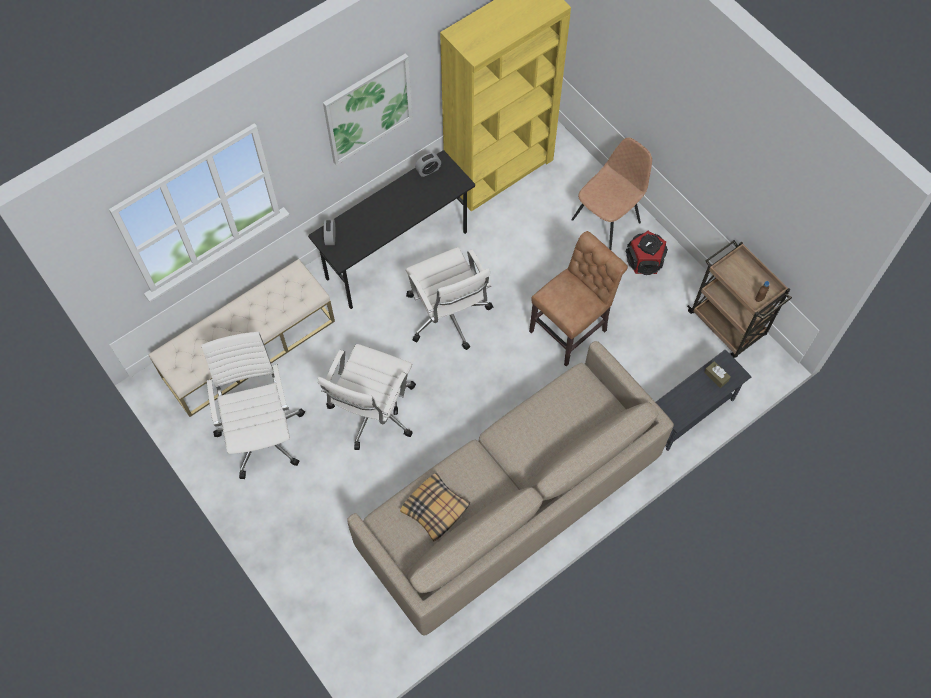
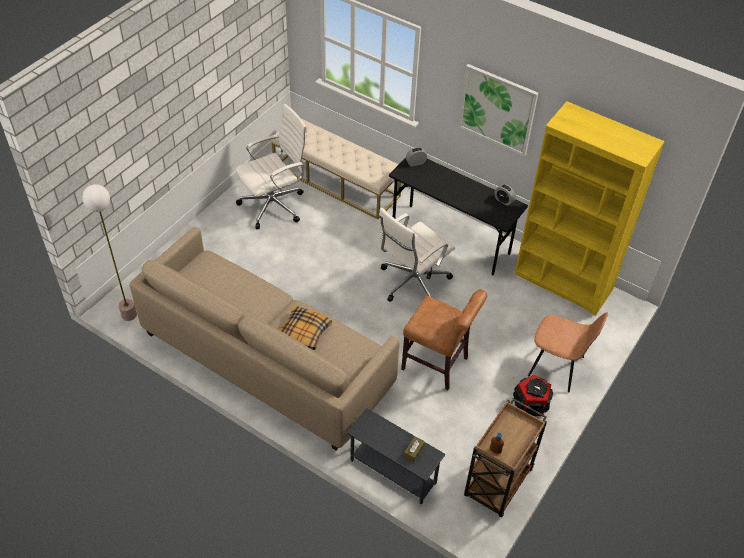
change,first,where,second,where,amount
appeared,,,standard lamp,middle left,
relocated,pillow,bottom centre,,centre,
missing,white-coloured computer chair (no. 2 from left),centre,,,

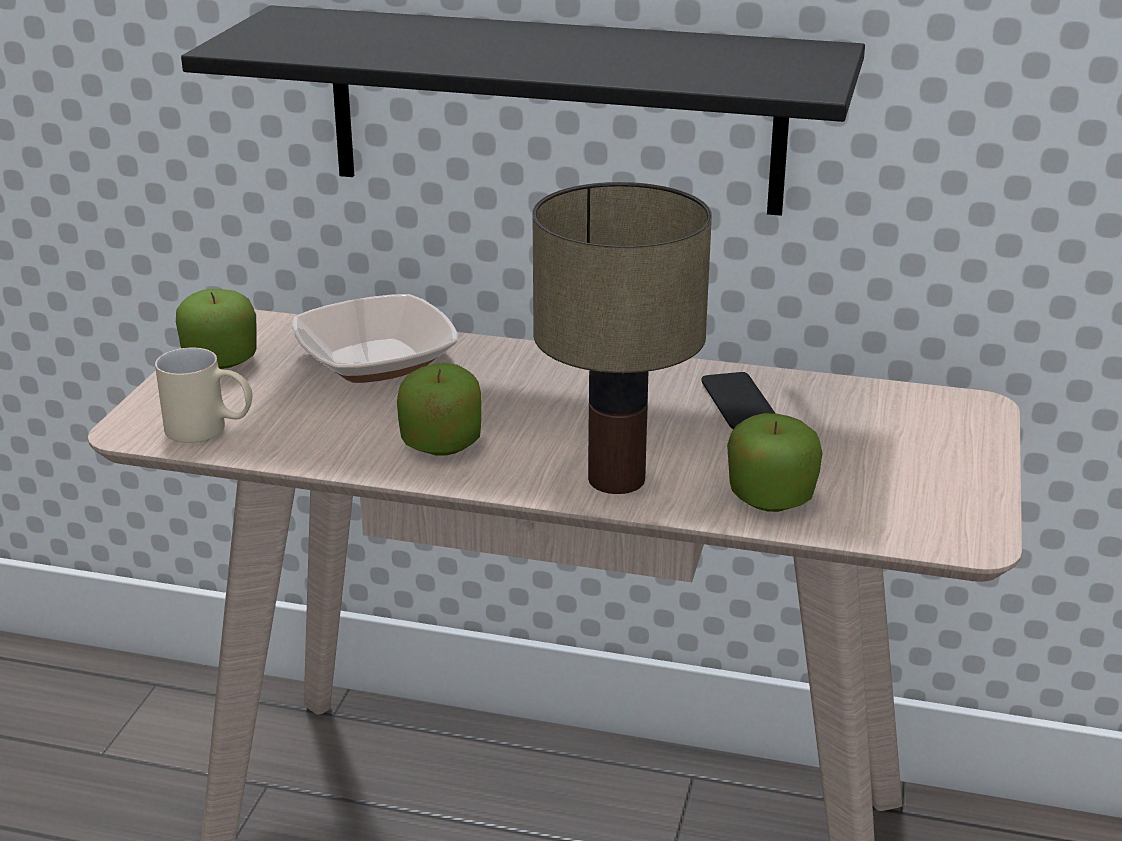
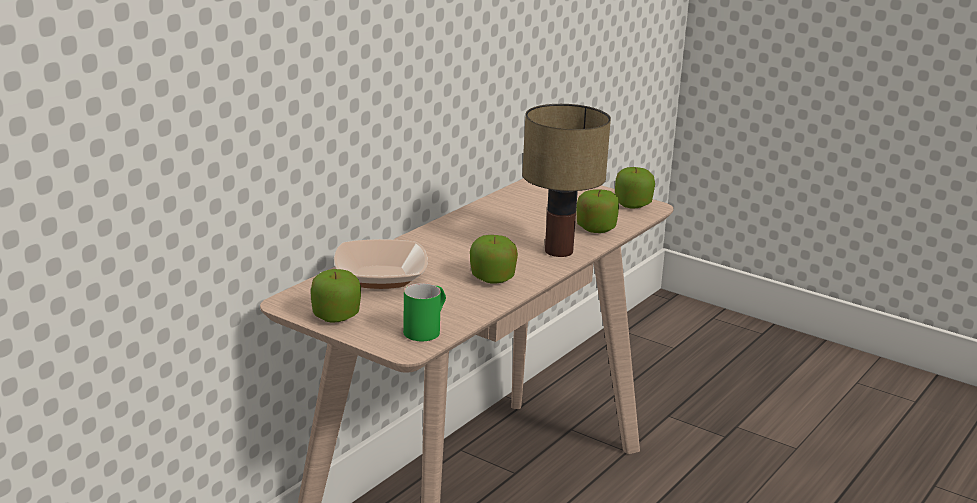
change,first,where,second,where,amount
colour,sand-coloured mug,middle left,greenish mug,centre,
appeared,,,apple fruit (no. 4 from left),centre,
missing,black bracket shelf,top centre,,,
missing,telephone,centre,,,

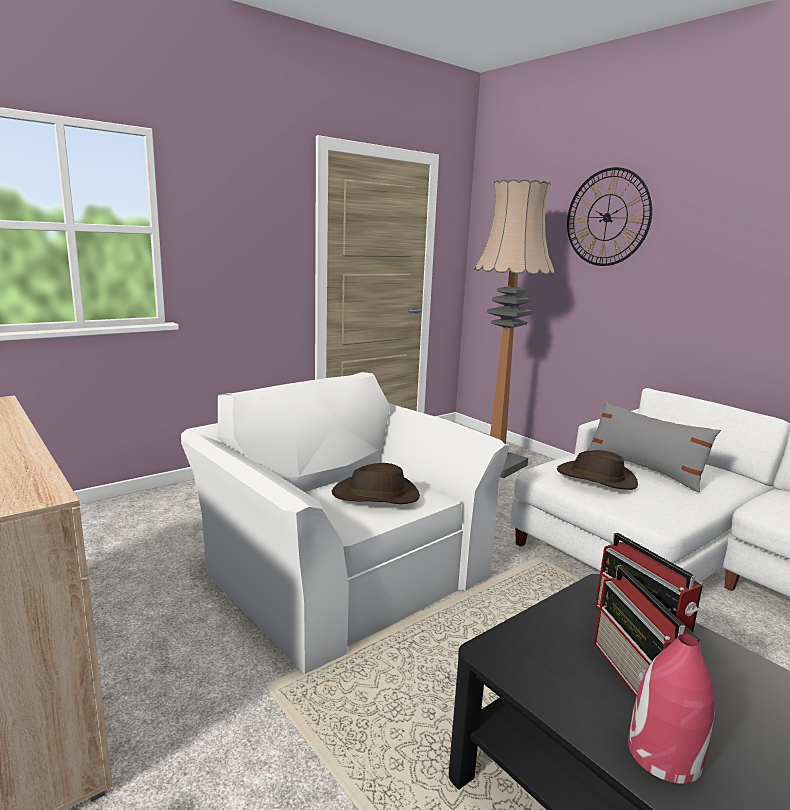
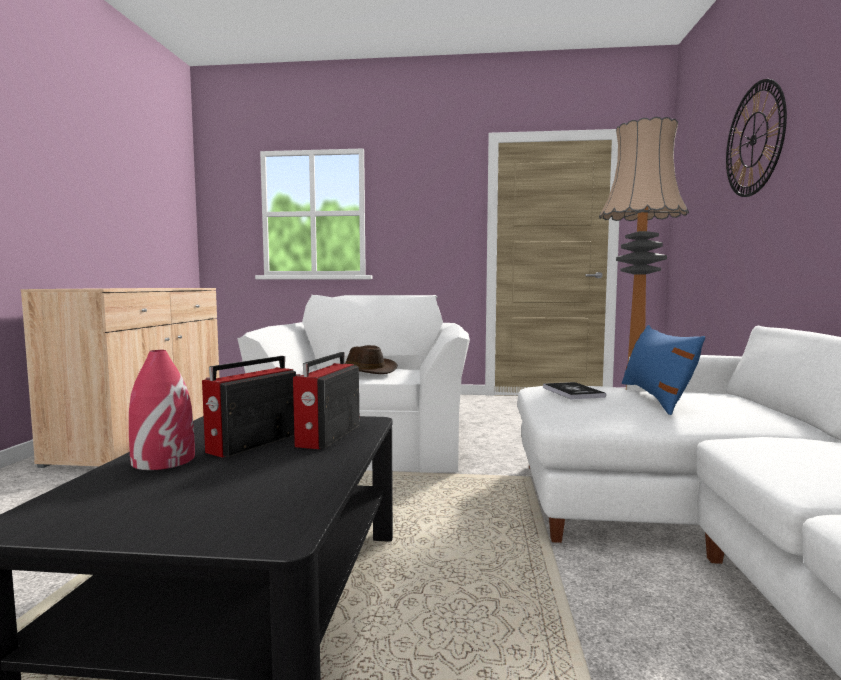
change,first,where,second,where,amount
exchanged,brownish clothing hat (no. 2 from left),middle right,volume,middle right,
colour,greyish pillow,middle right,blue pillow,middle right,

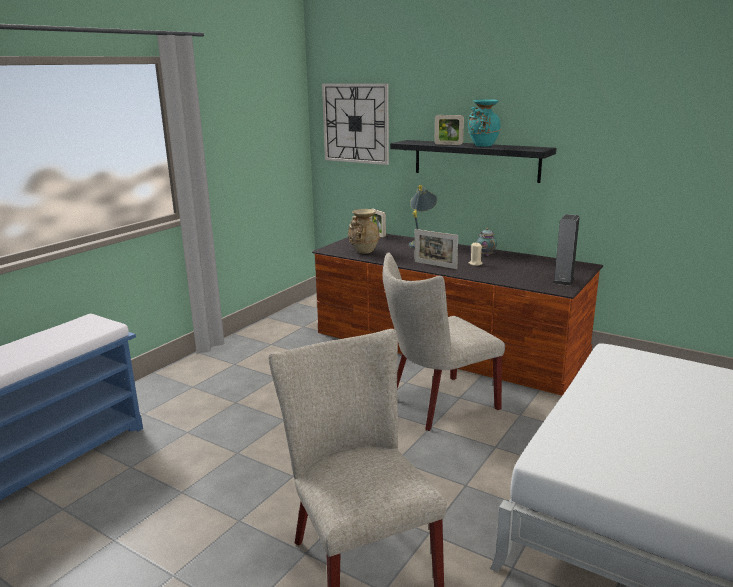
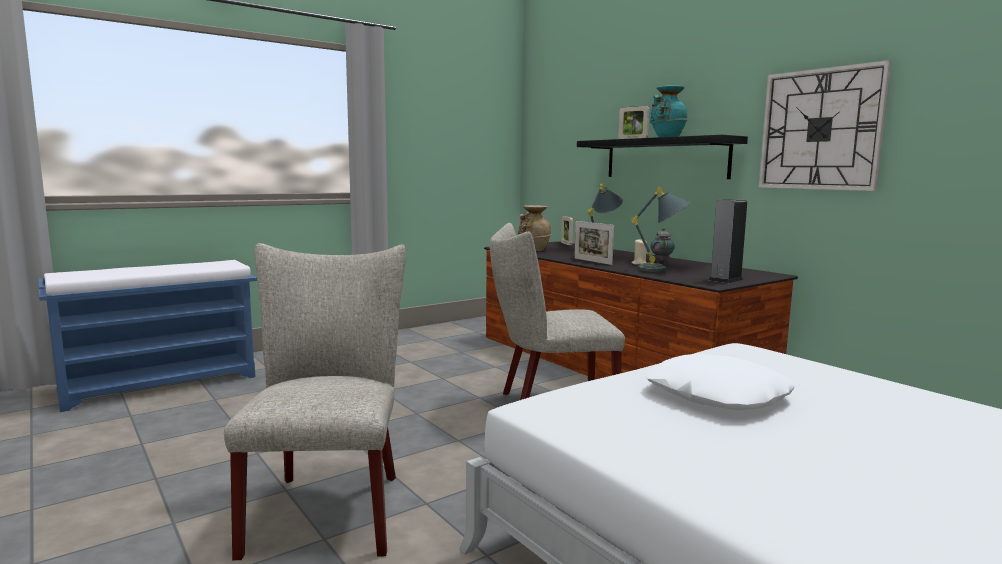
change,first,where,second,where,amount
appeared,,,greyish tabletop lamp (no. 2 from left),centre,
appeared,,,white-coloured pillow,bottom right,
relocated,wall clock,top centre,,top right,

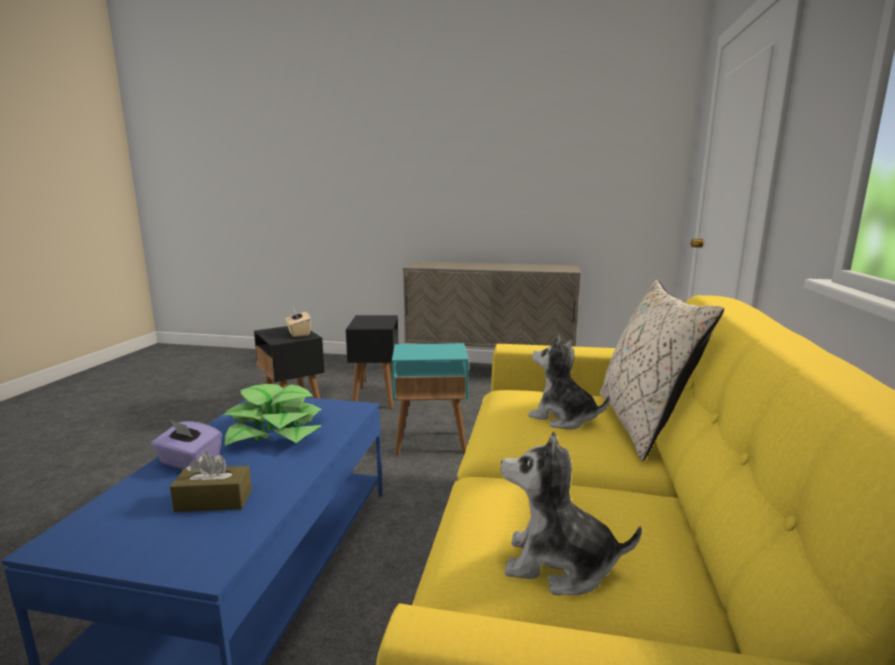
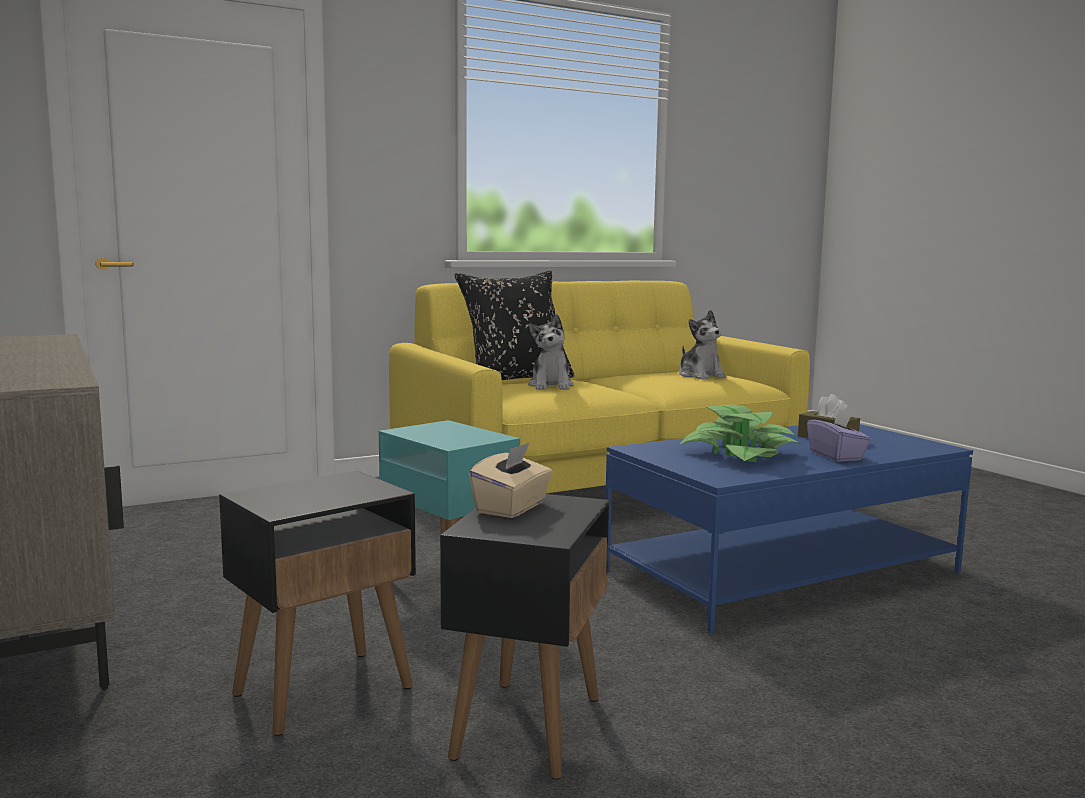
change,first,where,second,where,amount
colour,sand-coloured pillow,middle right,black pillow,centre,

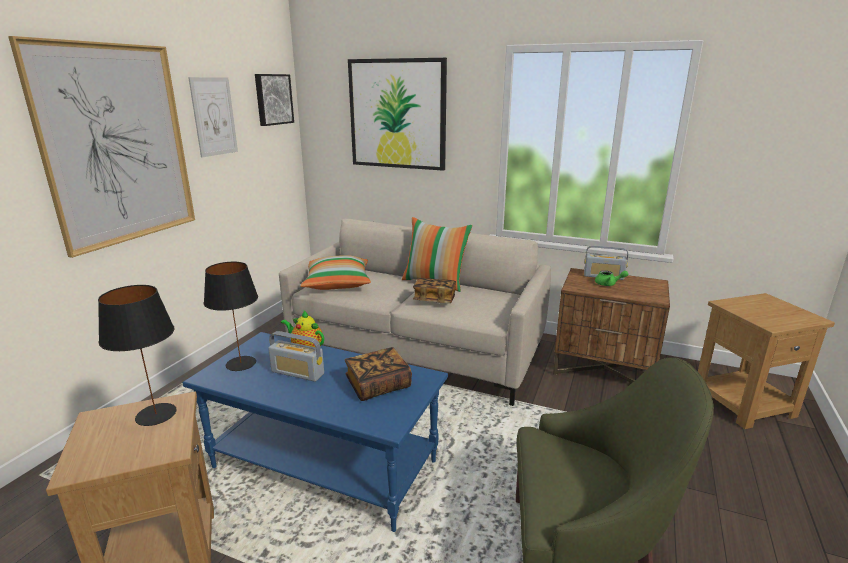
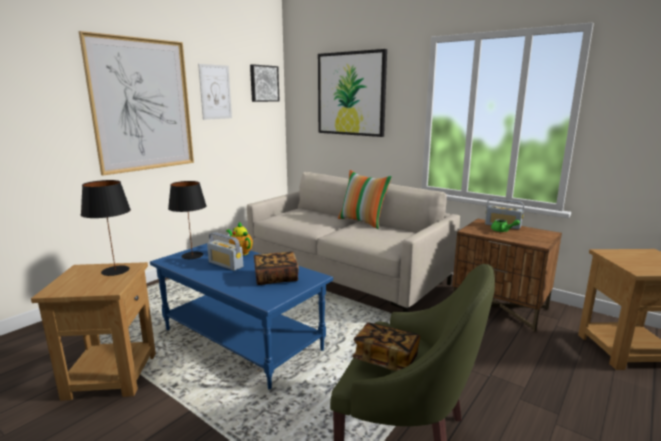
change,first,where,second,where,amount
relocated,volume (no. 2 from left),centre,,bottom centre,
missing,pillow (no. 1 from left),centre,,,

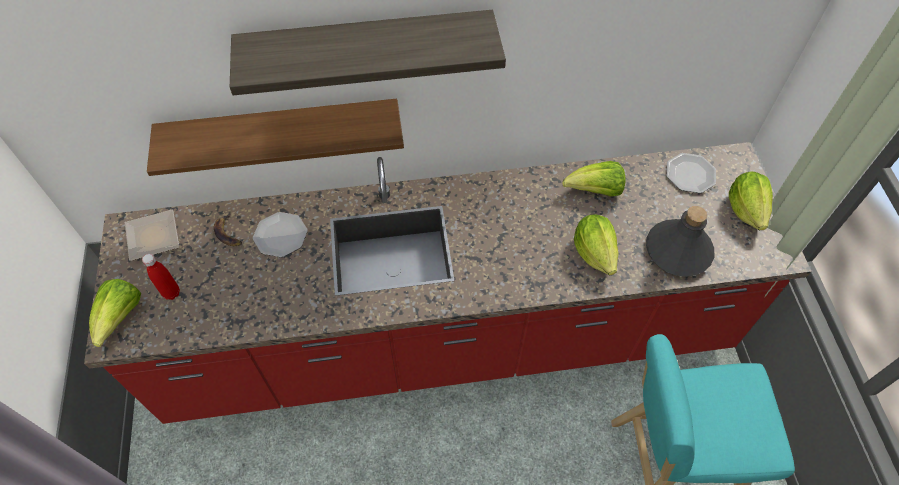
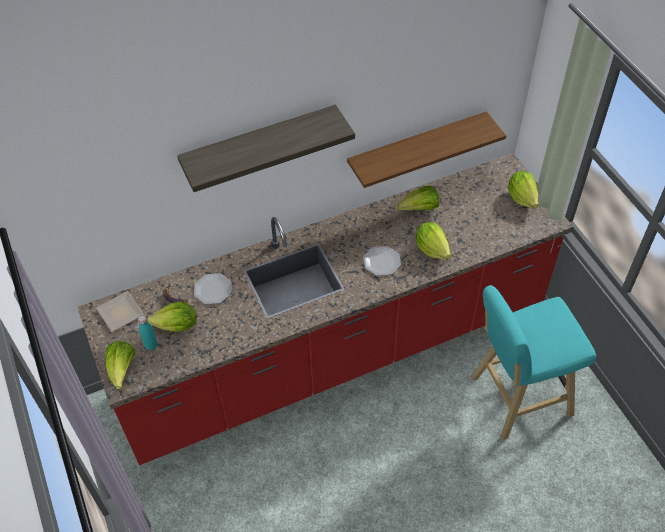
change,first,where,second,where,amount
colour,red drink bottle,middle left,blue-green drink bottle,middle left,
appeared,,,head of lettuce (no. 2 from left),middle left,
relocated,bracket shelf (no. 1 from left in the first image),top left,bracket shelf (no. 2 from left),top centre,
relocated,plate (no. 3 from left),middle right,,centre,
missing,greyish drink bottle,middle right,,,

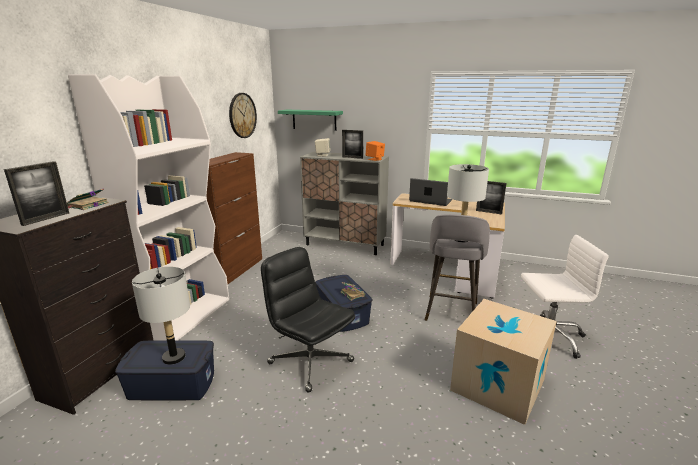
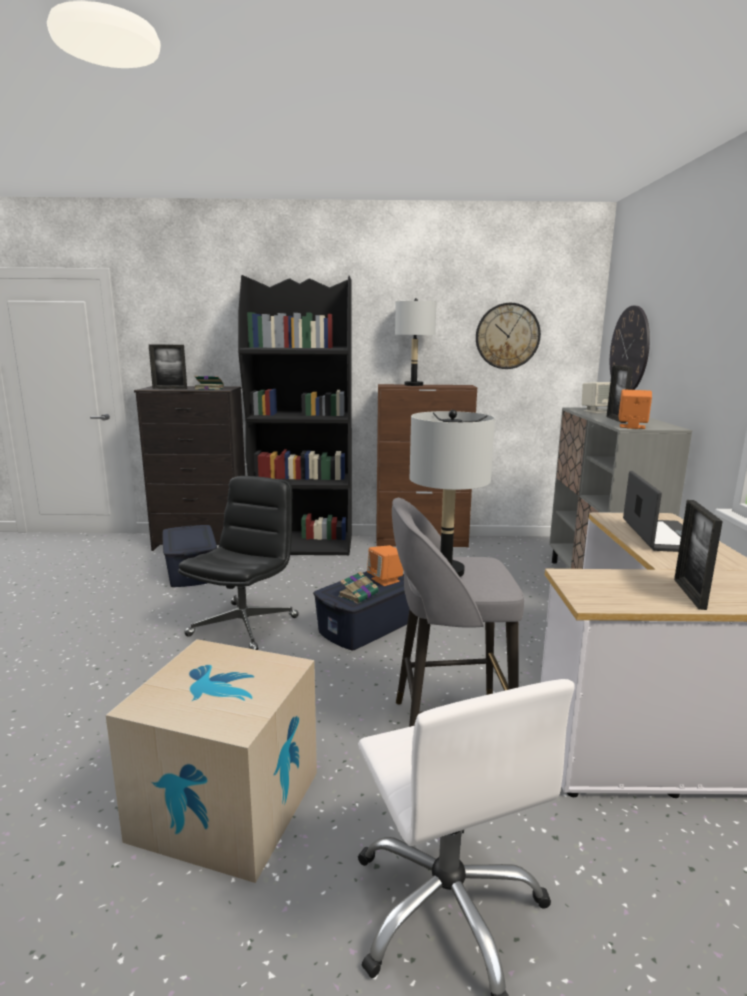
change,first,where,second,where,amount
colour,white-coloured shelving unit,middle left,black shelving unit,centre,
appeared,,,orangey audio speaker (no. 1 from left),centre,
relocated,greyish tabletop lamp (no. 1 from left),bottom left,,centre,
exchanged,greenish bracket shelf,top centre,wall clock (no. 2 from left),middle right,

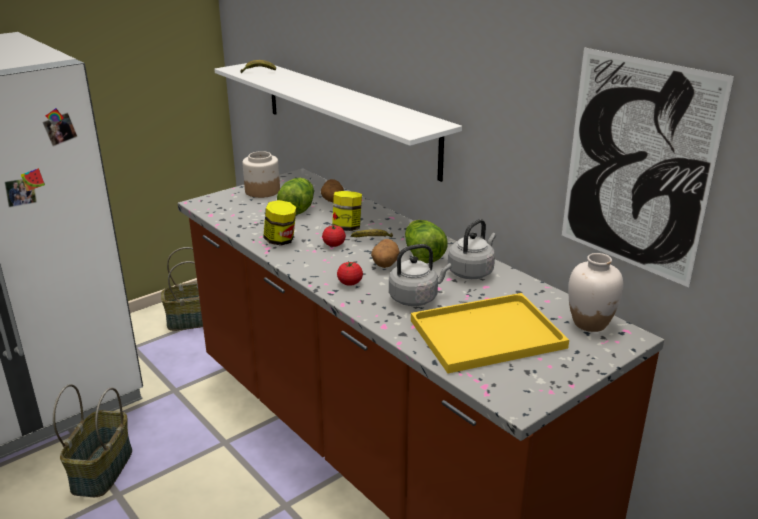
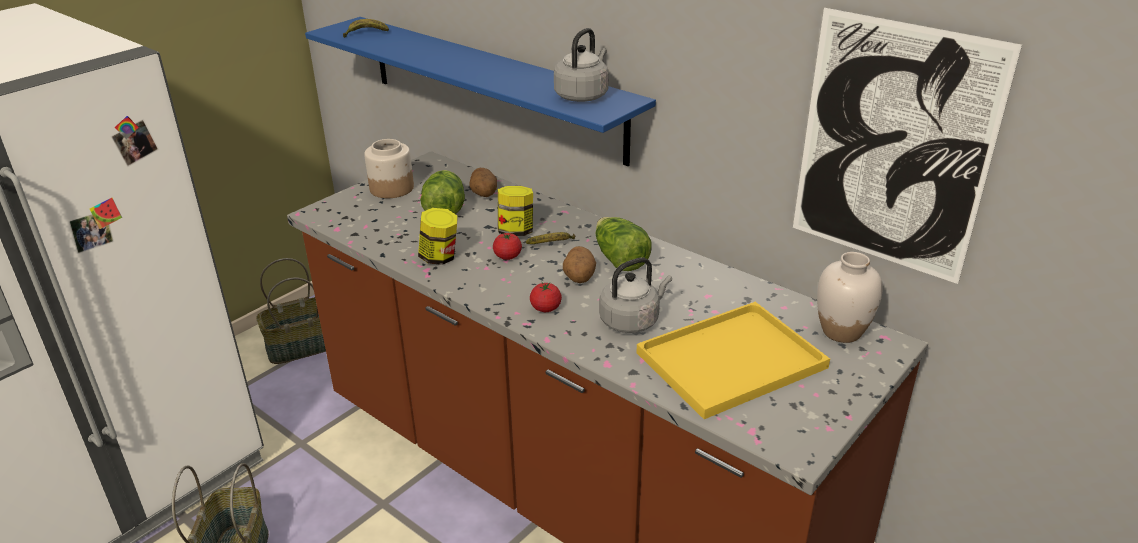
change,first,where,second,where,amount
colour,white-coloured bracket shelf,top centre,blue bracket shelf,top centre,
relocated,greyish water kettle (no. 2 from left in the first image),centre,greyish water kettle (no. 1 from left),top centre,

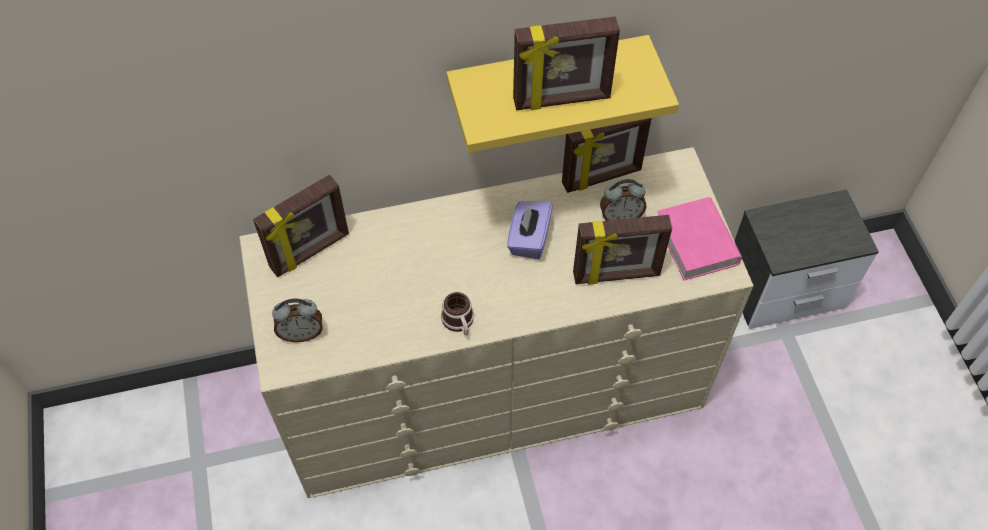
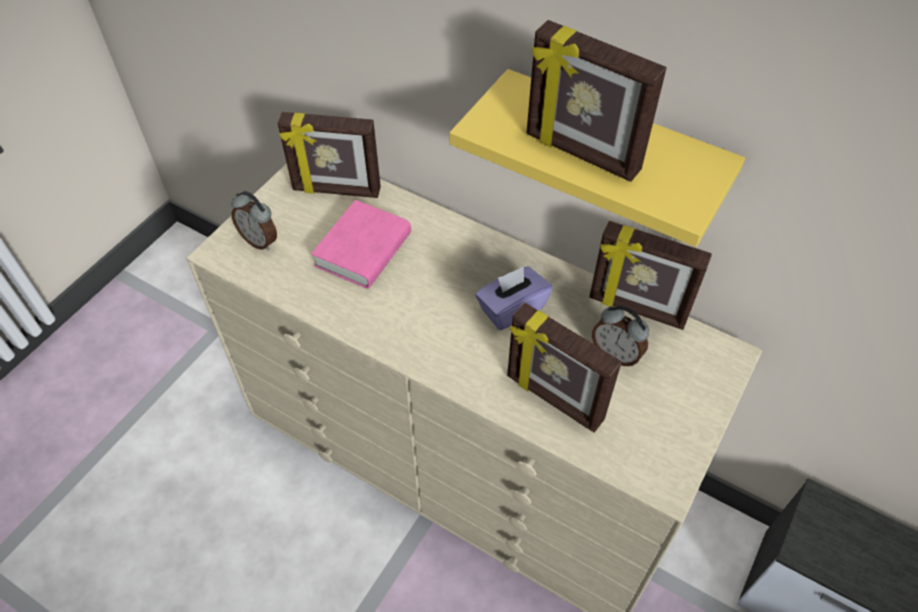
change,first,where,second,where,amount
relocated,pink-coloured volume,middle right,,centre,
missing,mug,centre,,,

